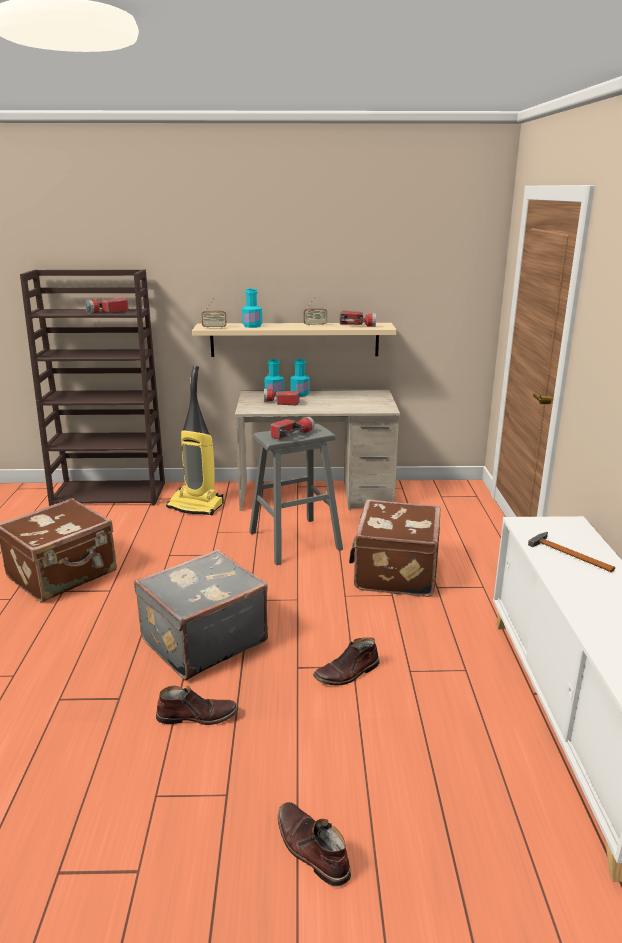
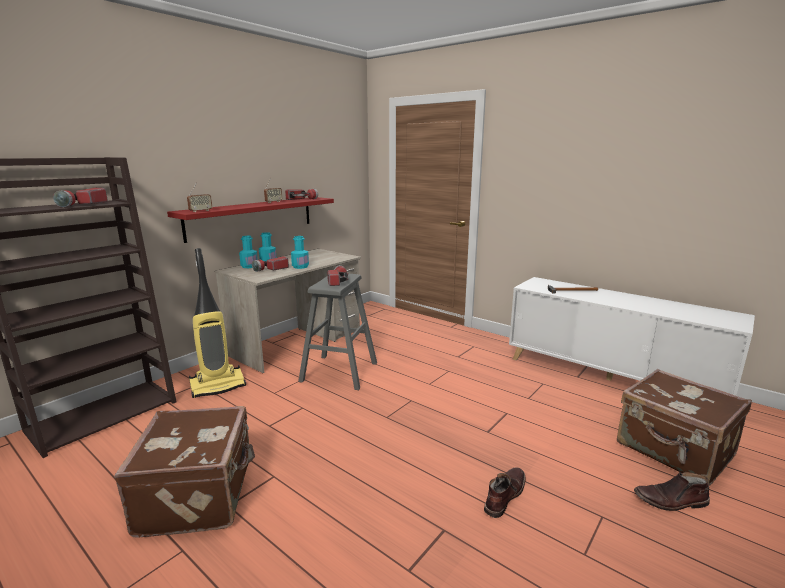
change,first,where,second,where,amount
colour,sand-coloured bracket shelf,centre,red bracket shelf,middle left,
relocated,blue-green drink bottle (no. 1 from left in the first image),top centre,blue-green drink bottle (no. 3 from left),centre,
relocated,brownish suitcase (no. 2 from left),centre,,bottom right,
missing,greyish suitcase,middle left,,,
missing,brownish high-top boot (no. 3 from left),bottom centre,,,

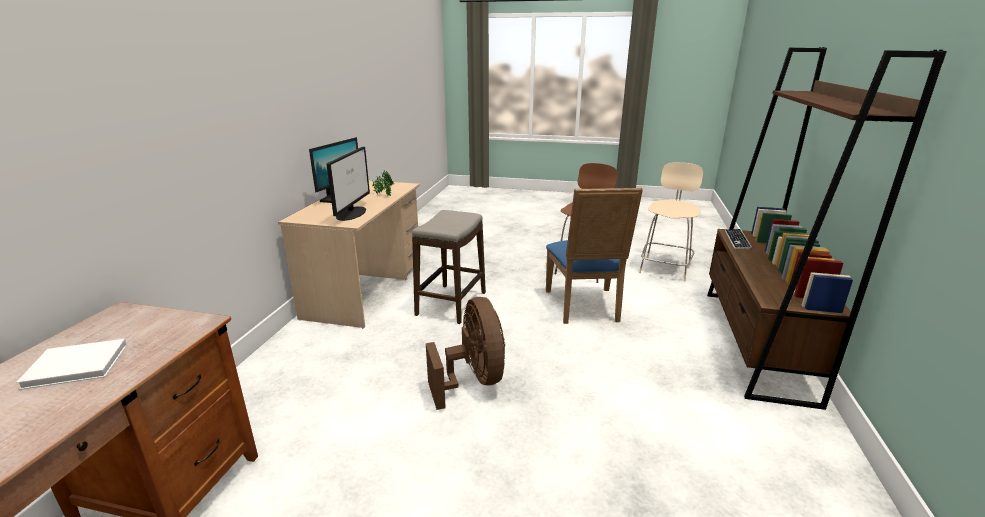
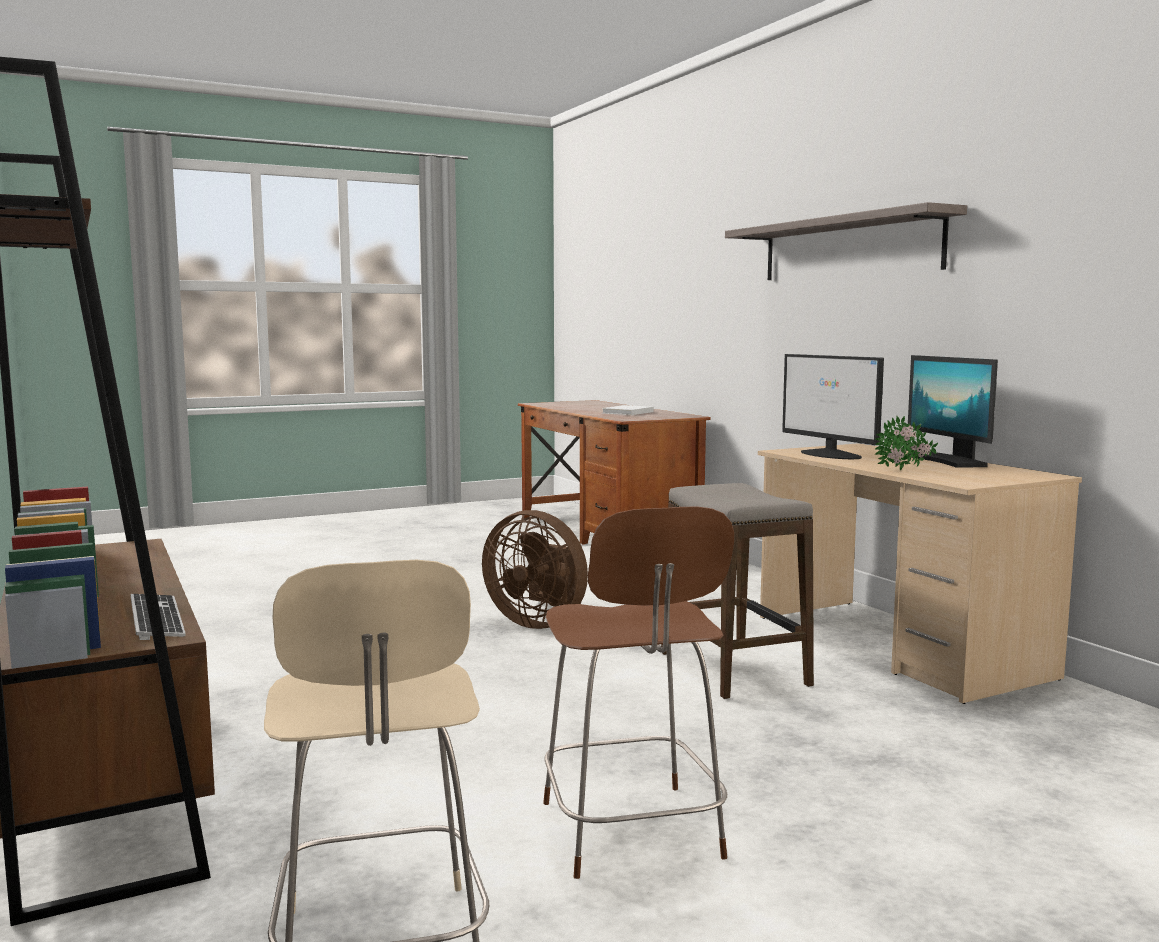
change,first,where,second,where,amount
appeared,,,bracket shelf,top right,
missing,blue chair,centre,,,

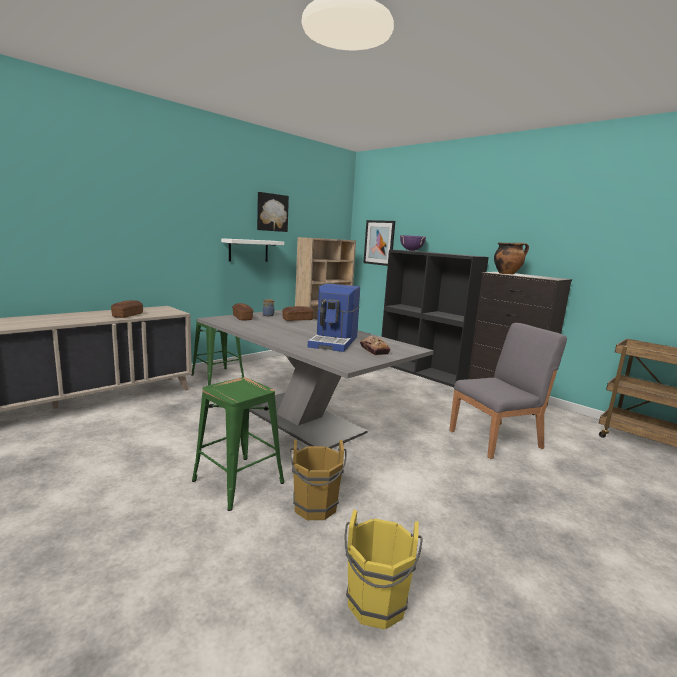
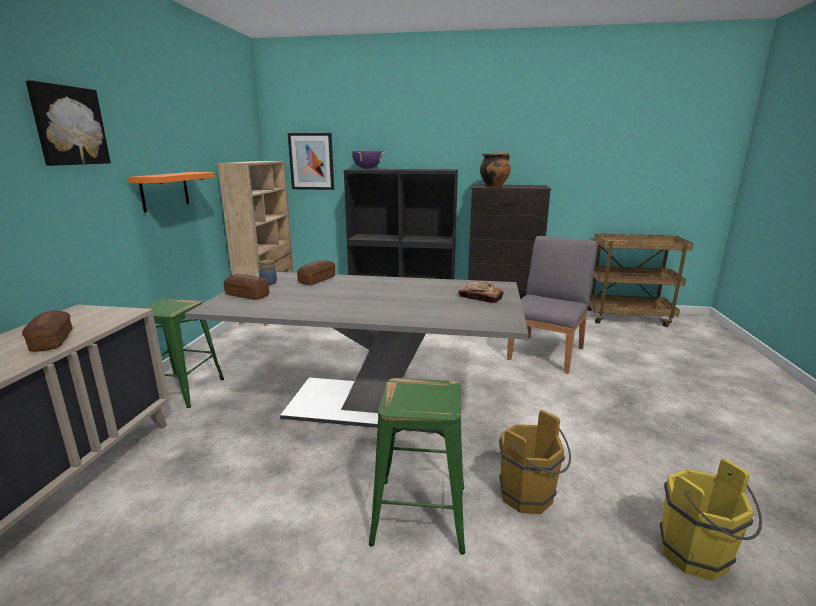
change,first,where,second,where,amount
relocated,picture (no. 1 from left),top centre,,top left,
colour,white-coloured bracket shelf,centre,orangey bracket shelf,top left,
missing,coffee machine,centre,,,

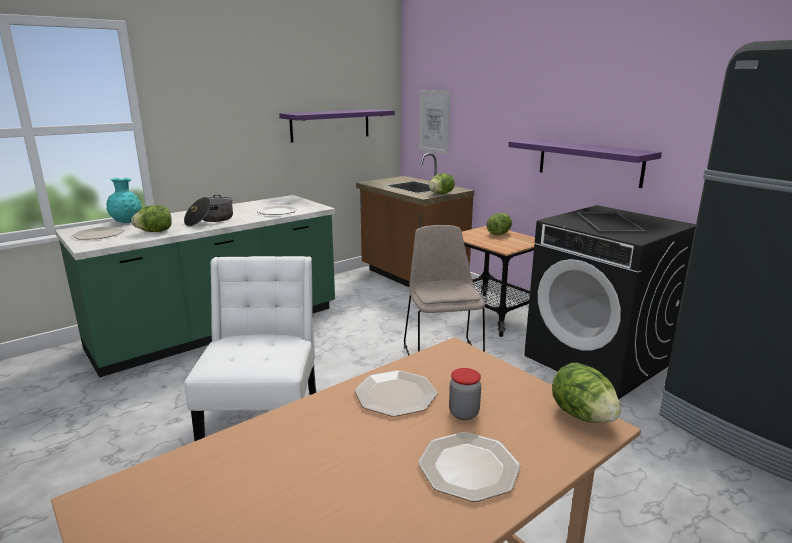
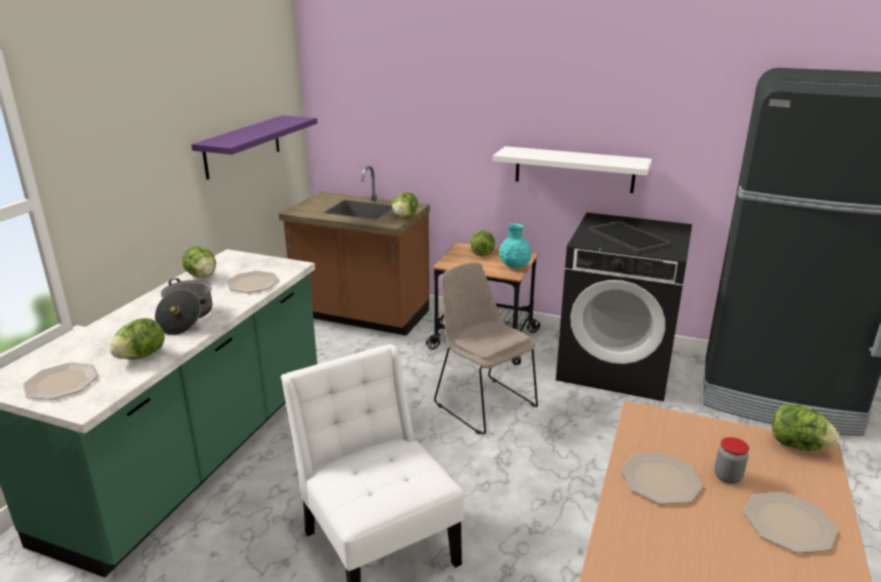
change,first,where,second,where,amount
appeared,,,head of lettuce (no. 2 from left),middle left,
colour,purple-coloured bracket shelf (no. 2 from left),top right,white-coloured bracket shelf,top centre,
relocated,blue-green decorative vase,middle left,,centre,
missing,picture,top centre,,,

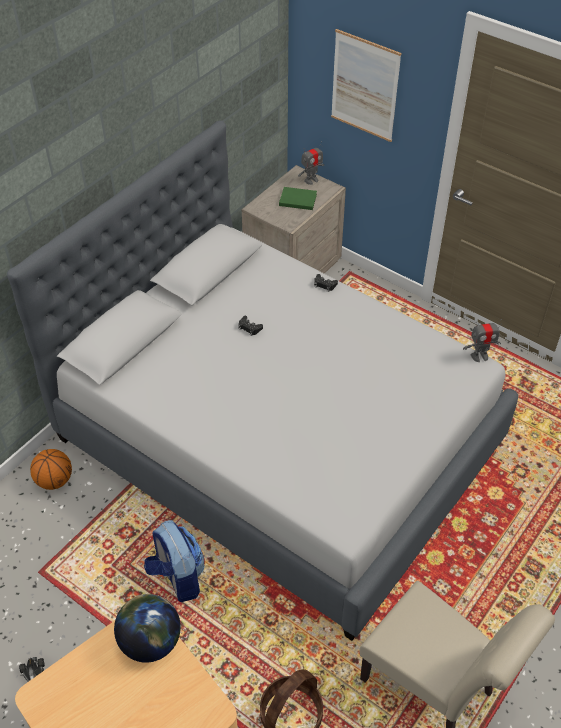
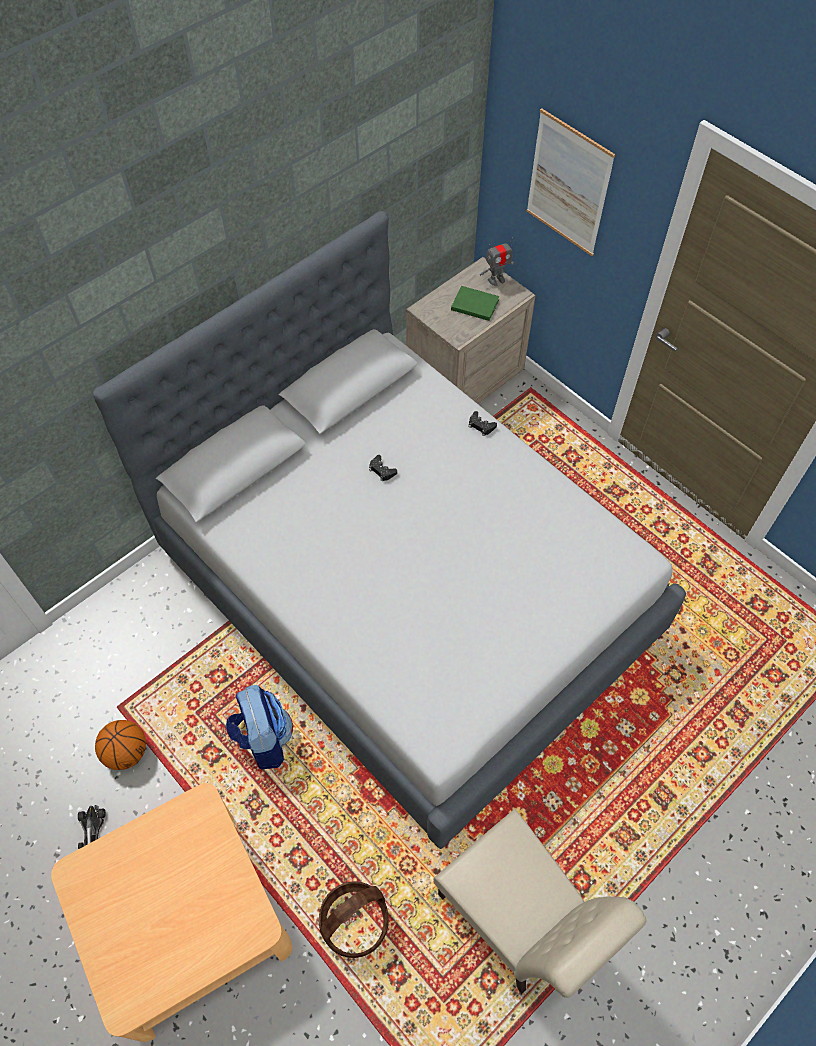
change,first,where,second,where,amount
relocated,ball for basketball,middle left,,bottom left,
missing,desk globe,bottom left,,,
missing,model robot (no. 2 from left),middle right,,,

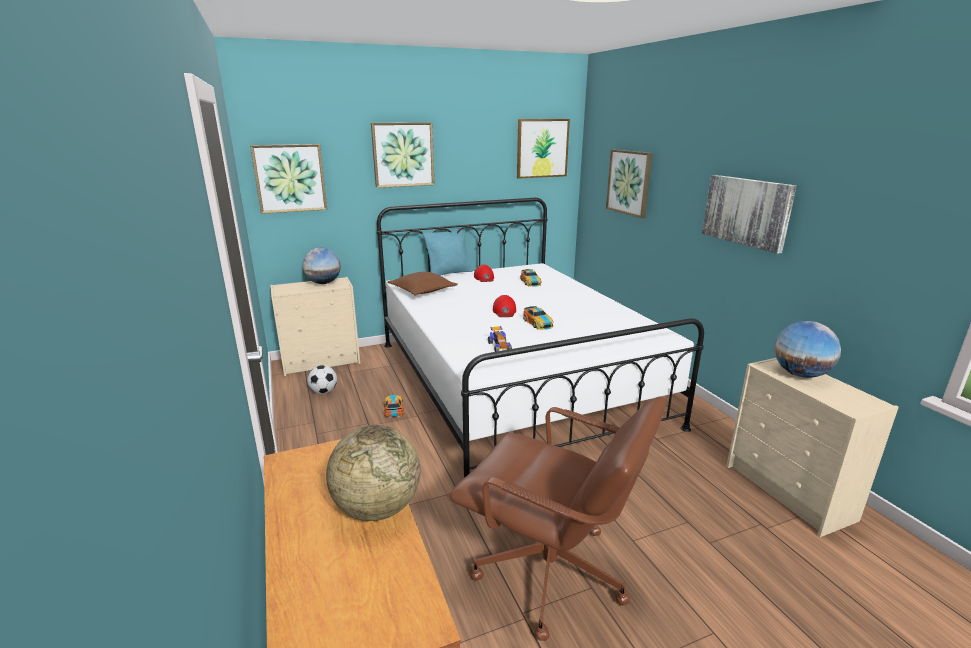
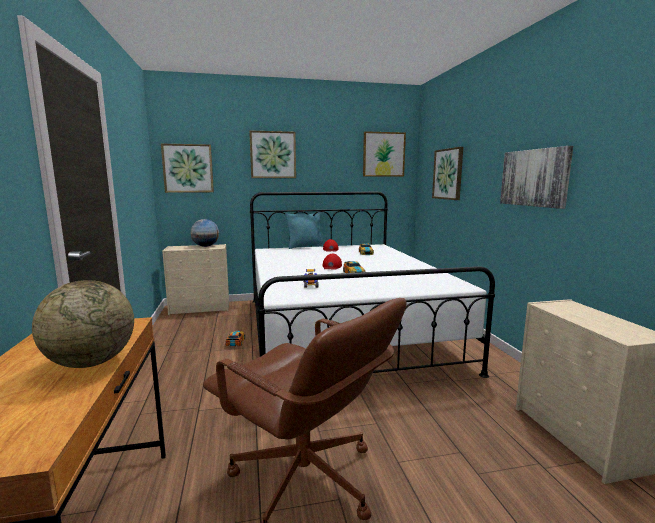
change,first,where,second,where,amount
missing,ball for football,middle left,,,
missing,brownish pillow,centre,,,
missing,desk globe (no. 3 from left),middle right,,,

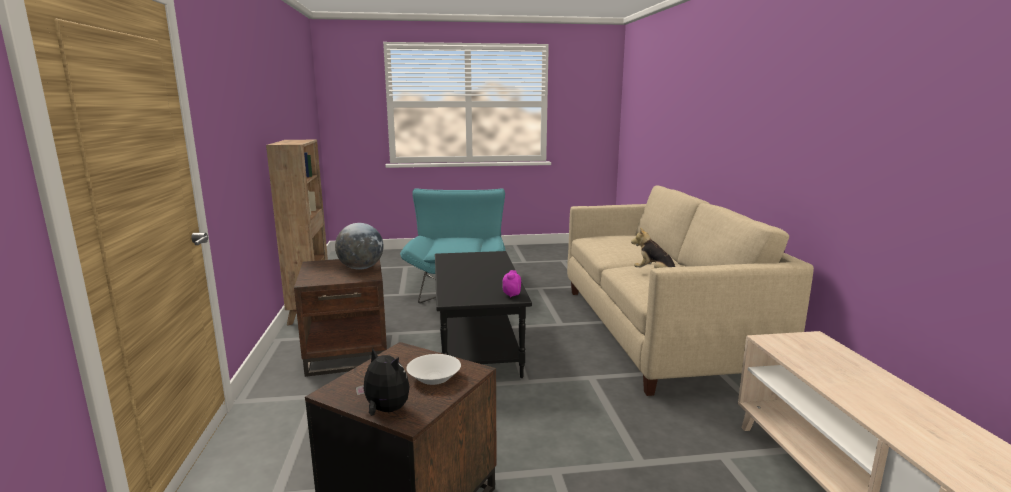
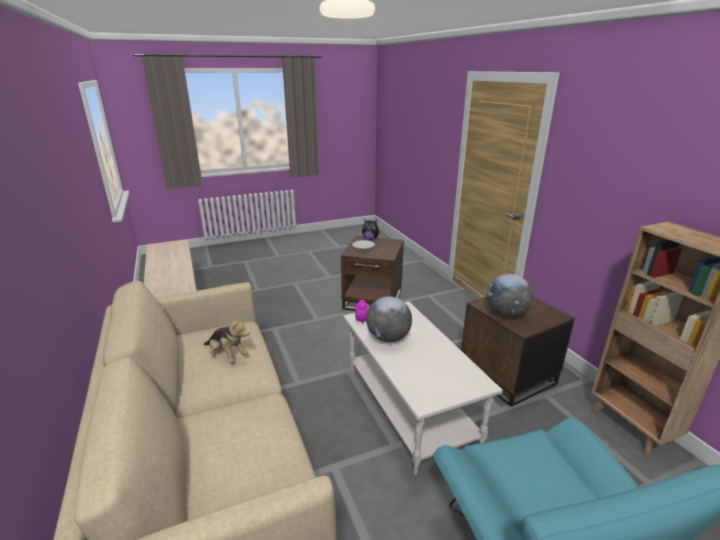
change,first,where,second,where,amount
colour,black low table,centre,white-coloured low table,bottom centre,
appeared,,,desk globe (no. 1 from left),centre,

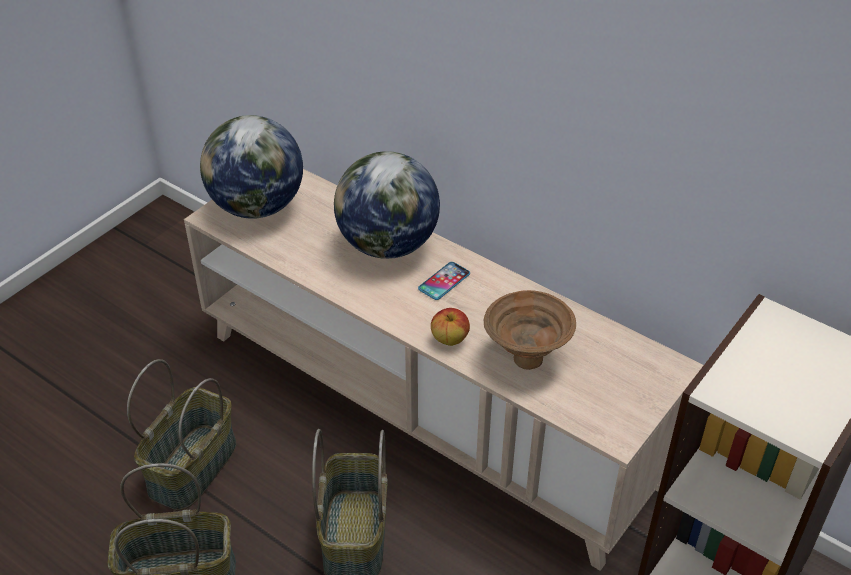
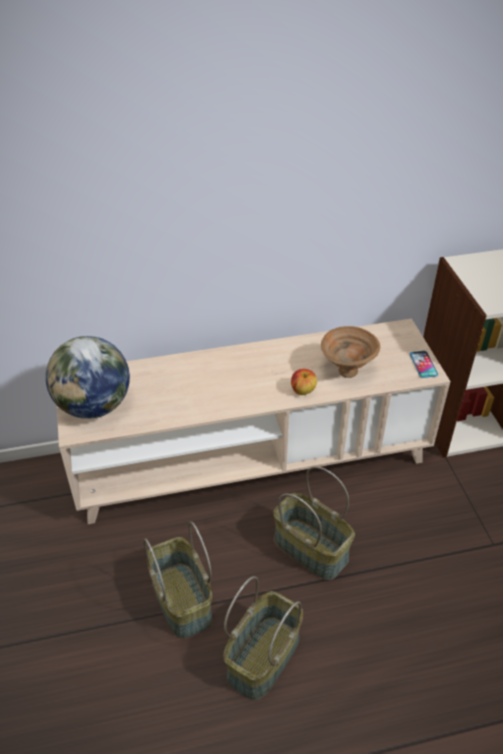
change,first,where,second,where,amount
relocated,telephone,centre,,middle right,
missing,desk globe (no. 2 from left),centre,,,

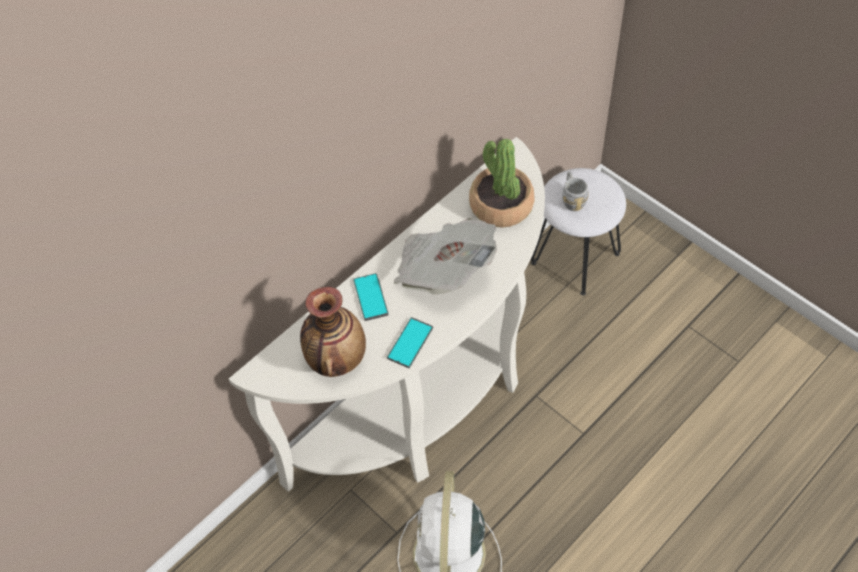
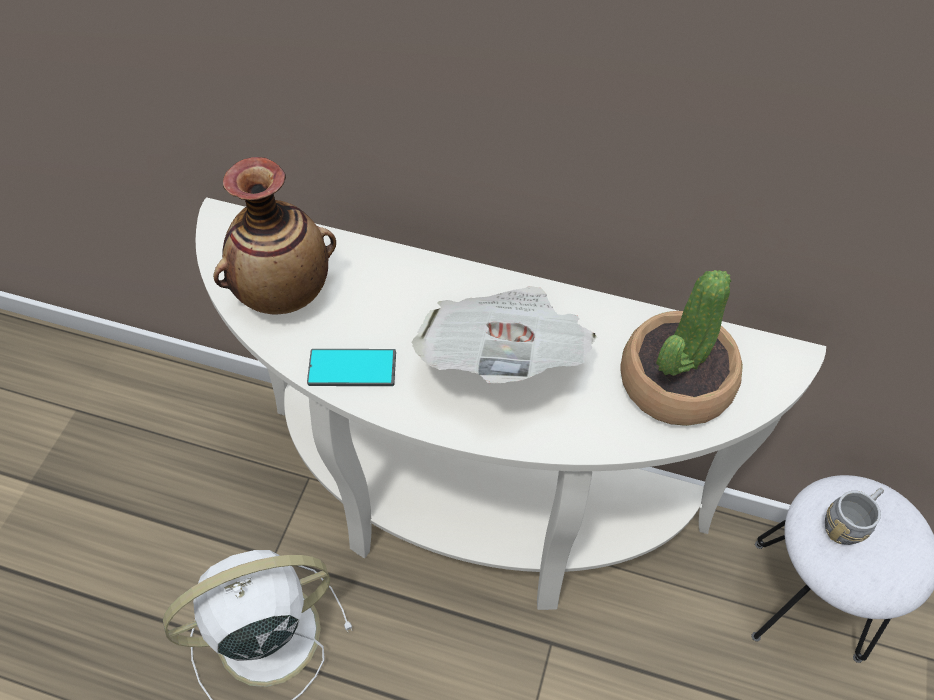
change,first,where,second,where,amount
missing,telephone (no. 1 from left),centre,,,

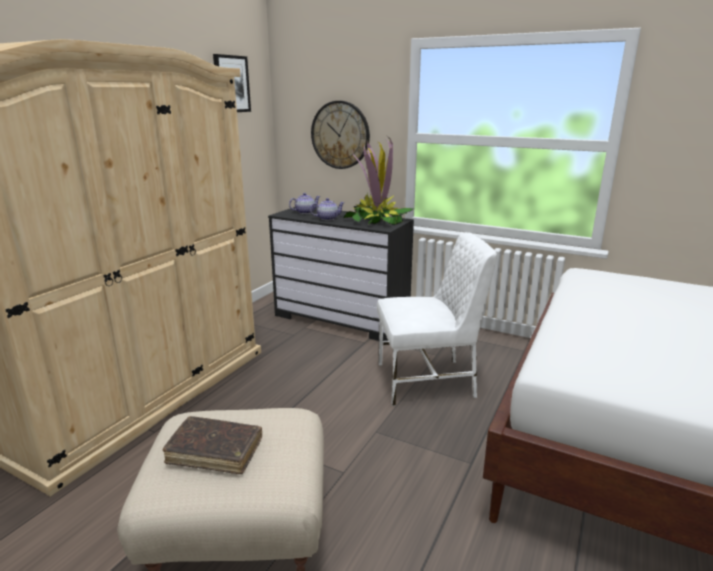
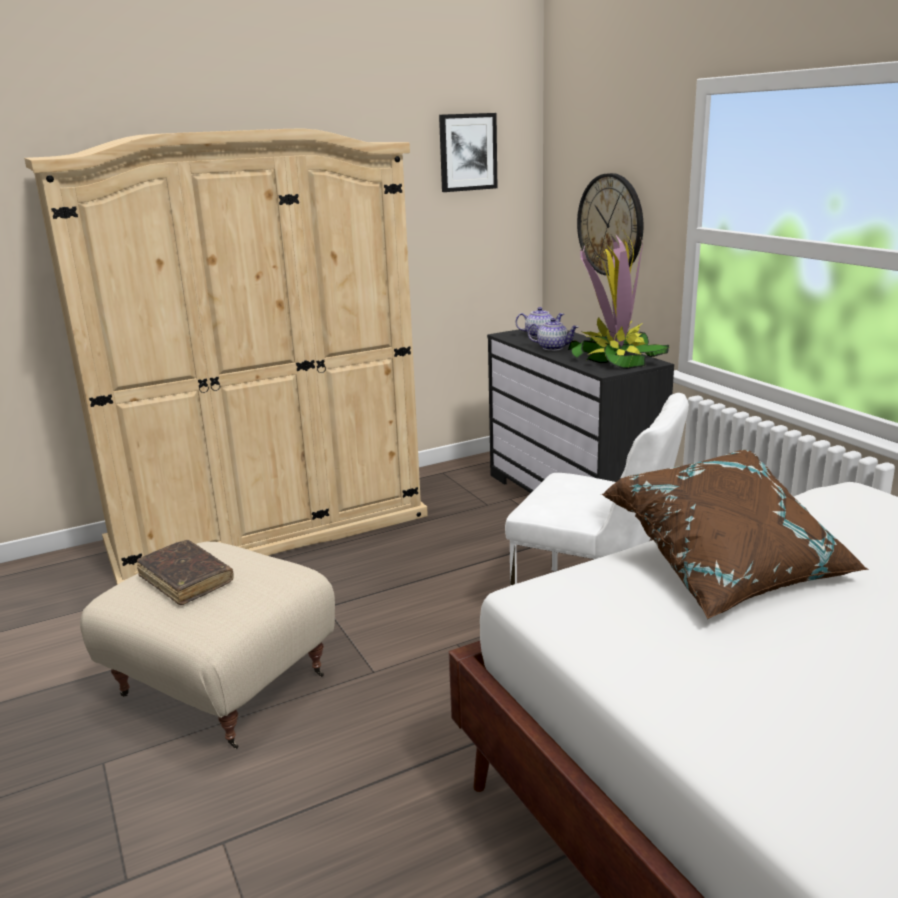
change,first,where,second,where,amount
appeared,,,brownish pillow,middle right,

